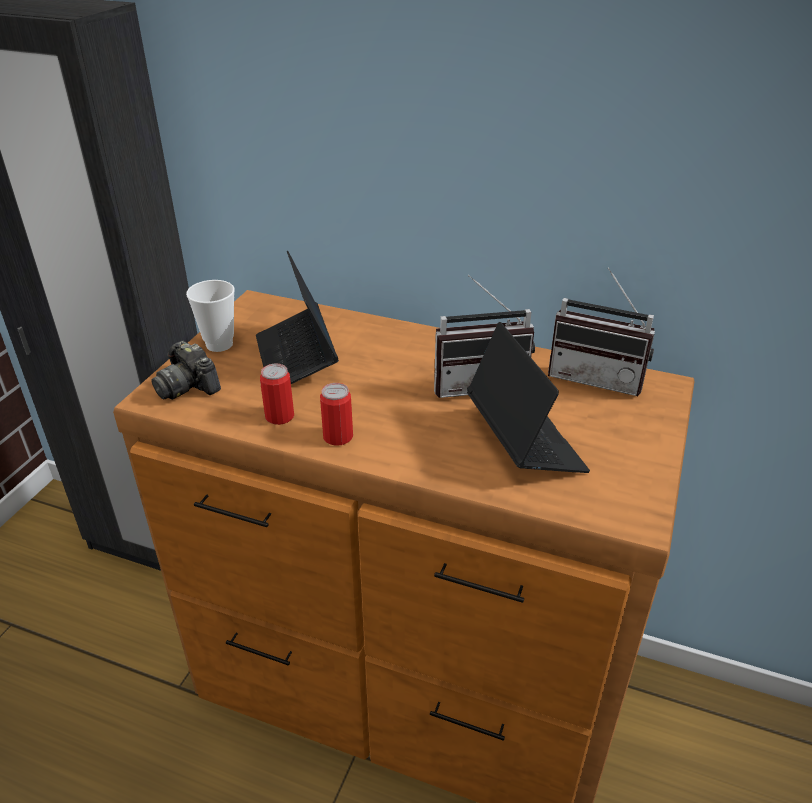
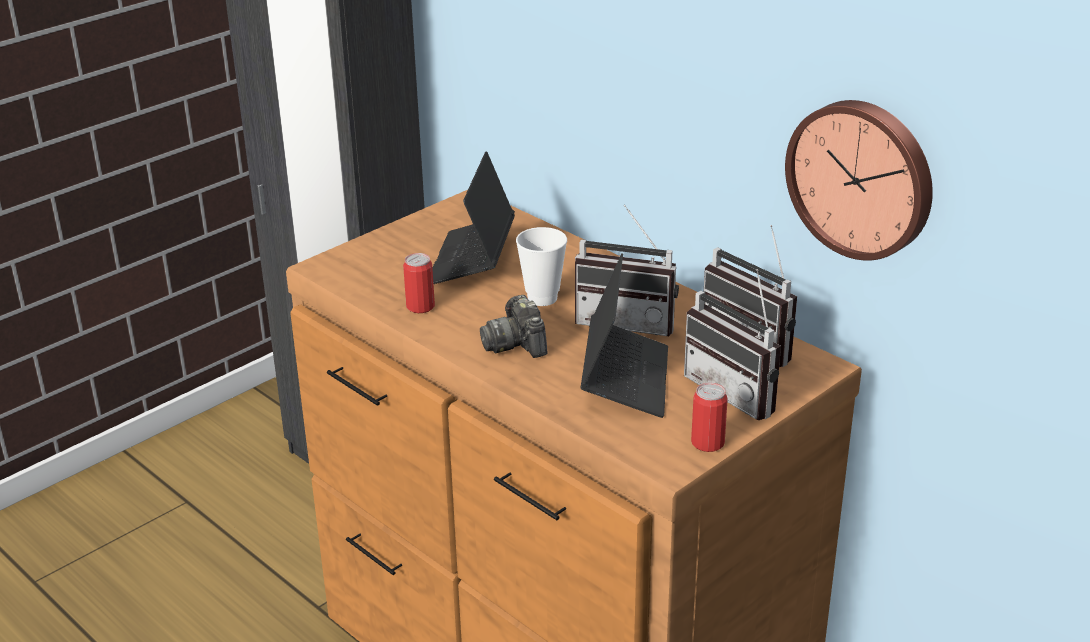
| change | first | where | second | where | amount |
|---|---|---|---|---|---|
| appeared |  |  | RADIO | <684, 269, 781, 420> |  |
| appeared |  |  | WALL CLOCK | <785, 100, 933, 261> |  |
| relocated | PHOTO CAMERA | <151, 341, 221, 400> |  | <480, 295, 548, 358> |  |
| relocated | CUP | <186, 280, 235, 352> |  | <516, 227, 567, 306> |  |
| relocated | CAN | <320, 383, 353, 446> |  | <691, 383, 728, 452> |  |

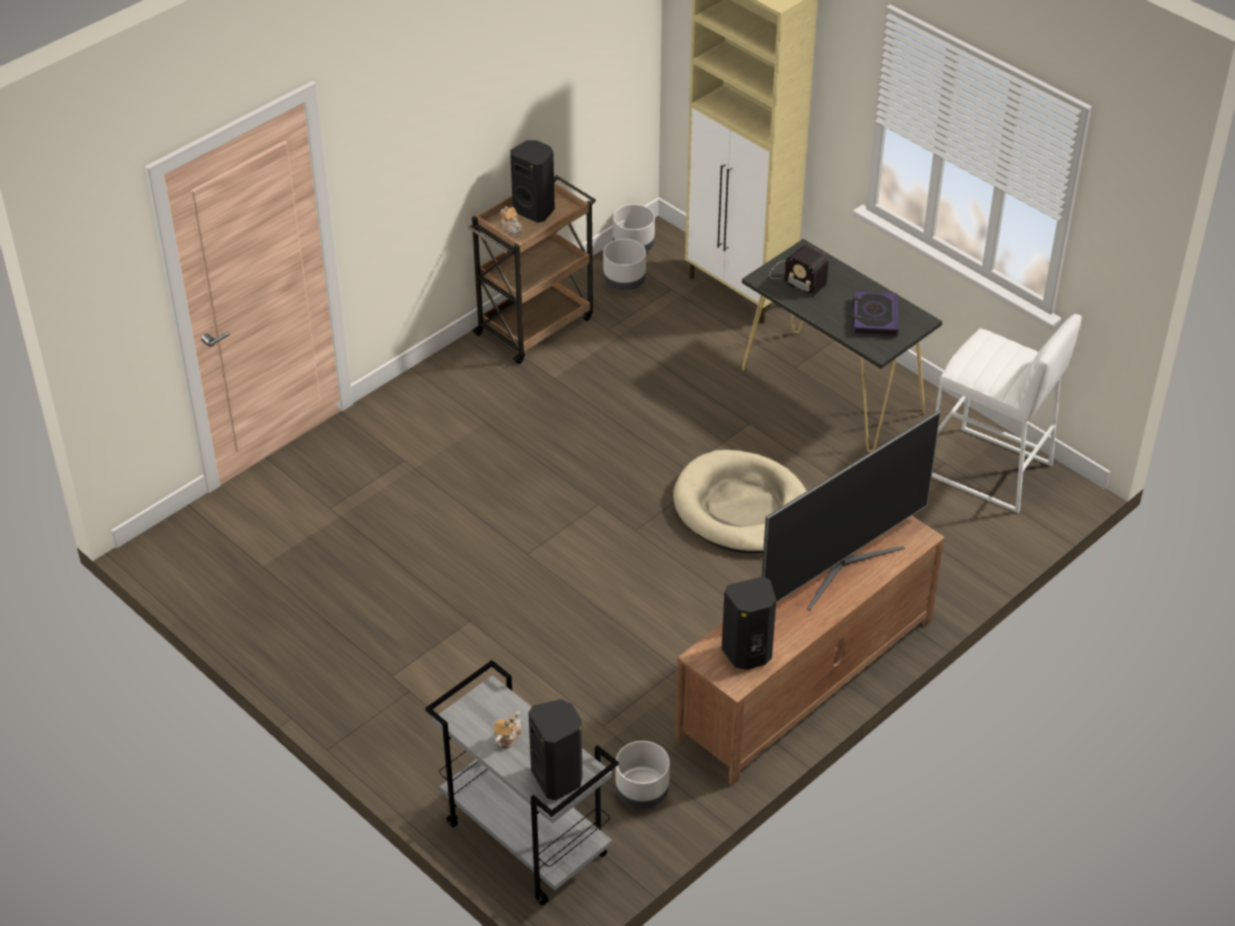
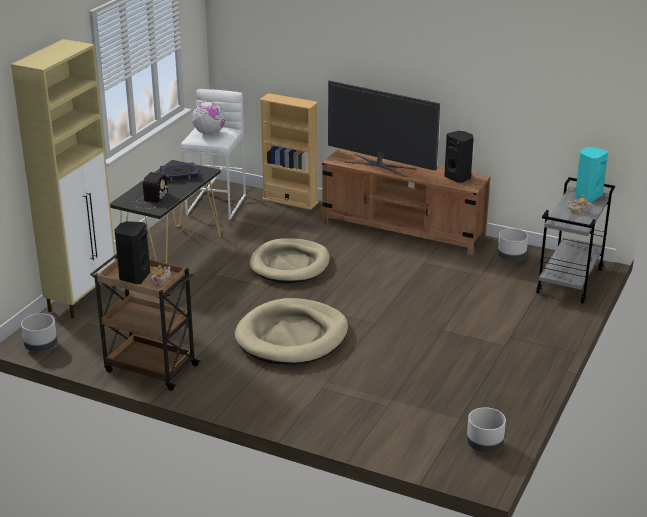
| change | first | where | second | where | amount |
|---|---|---|---|---|---|
| appeared |  |  | GLOBE | <192, 101, 225, 135> |  |
| appeared |  |  | BEIGE DOG BED | <235, 298, 348, 365> |  |
| appeared |  |  | BEIGE BOOKCASE | <259, 93, 319, 210> |  |
| relocated | GREY PLANTER | <603, 239, 646, 291> |  | <467, 407, 506, 453> |  |
| colour | BLACK SPEAKER | <528, 699, 582, 800> | TURQUOISE SPEAKER | <575, 147, 608, 202> |  |

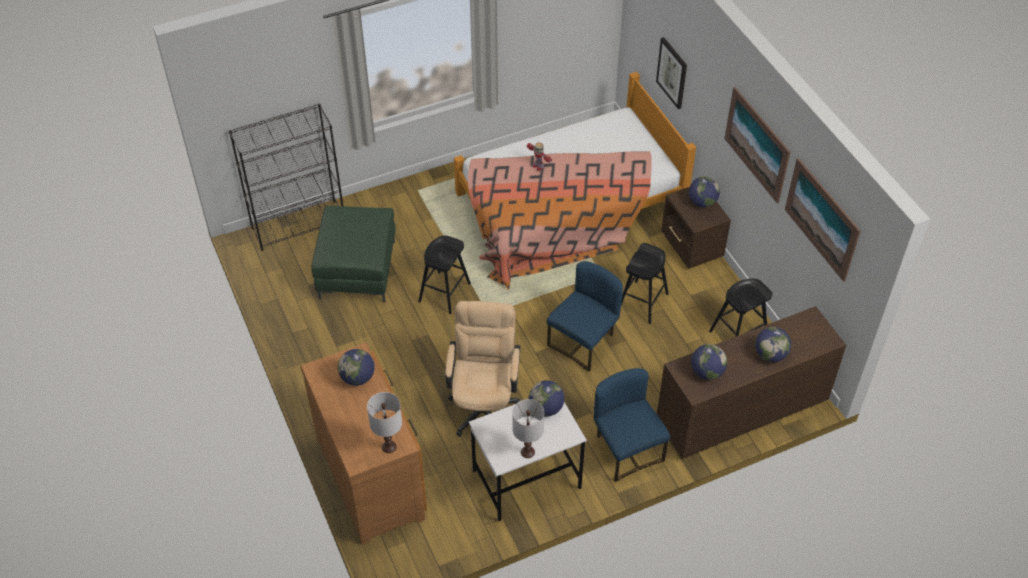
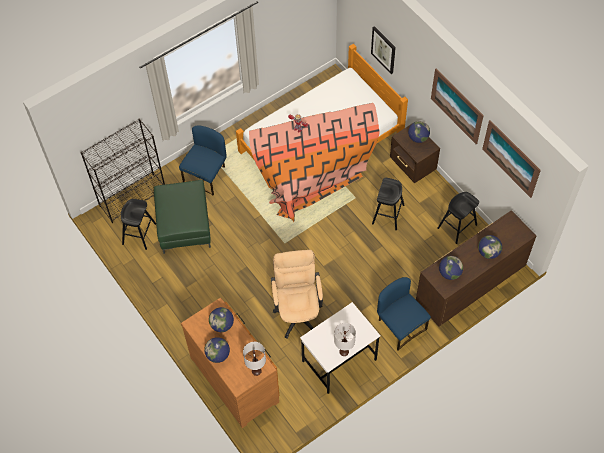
| change | first | where | second | where | amount |
|---|---|---|---|---|---|
| relocated | BLACK STOOL | <418, 235, 471, 314> |  | <121, 199, 156, 250> |  |
| relocated | GLOBE | <529, 380, 565, 416> |  | <204, 337, 230, 363> |  |
| relocated | BLUE CHAIR | <547, 261, 623, 372> |  | <179, 125, 227, 195> |  |

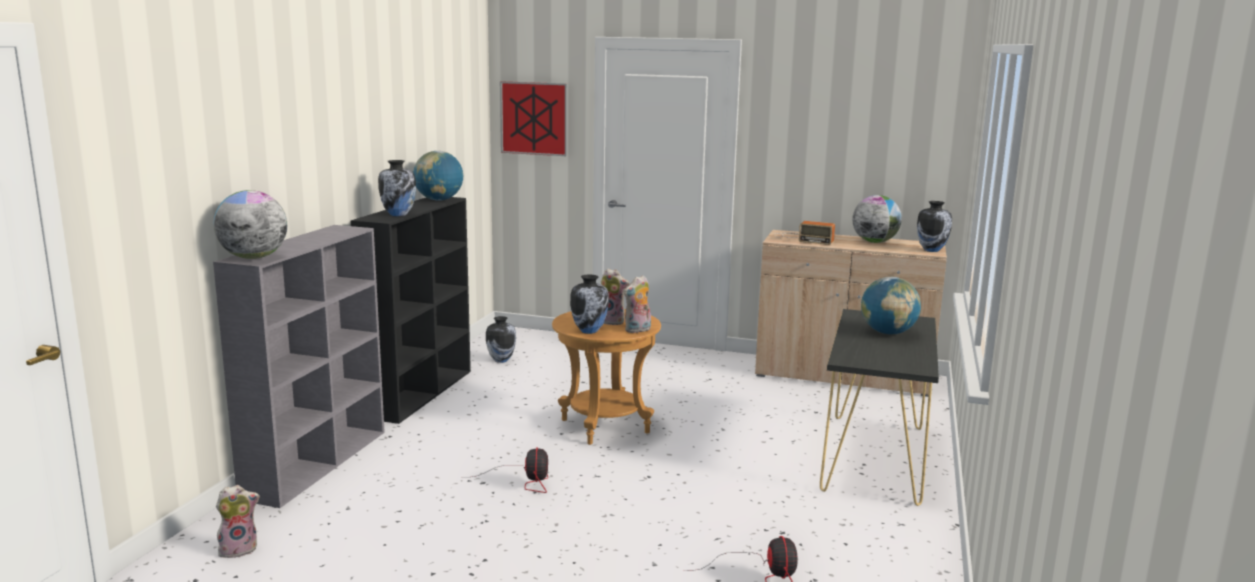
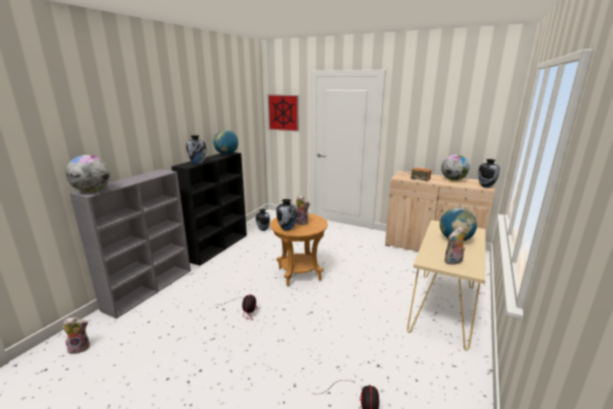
| change | first | where | second | where | amount |
|---|---|---|---|---|---|
| relocated | PLUSH TOY | <624, 275, 651, 333> |  | <444, 226, 465, 265> |  |
| colour | BLACK CONSOLE TABLE | <820, 309, 939, 506> | BEIGE CONSOLE TABLE | <407, 220, 486, 351> |  |

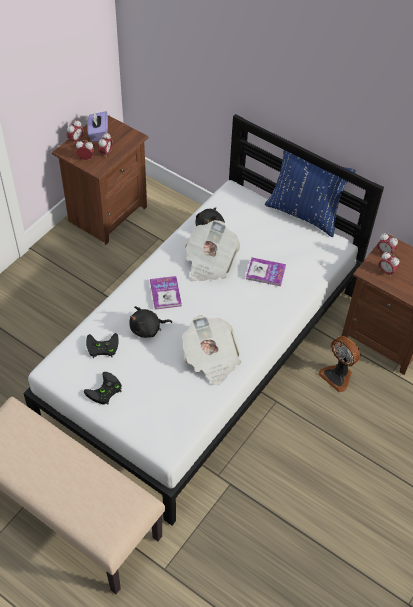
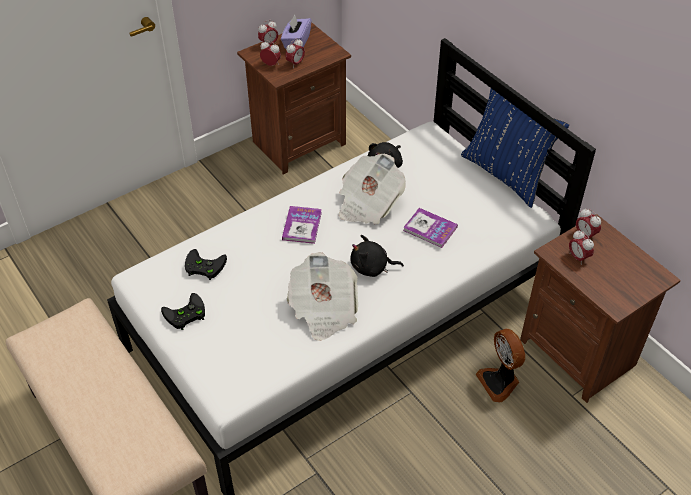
| change | first | where | second | where | amount |
|---|---|---|---|---|---|
| relocated | BLACK PLUSH TOY | <129, 306, 172, 338> |  | <350, 235, 404, 277> |  |

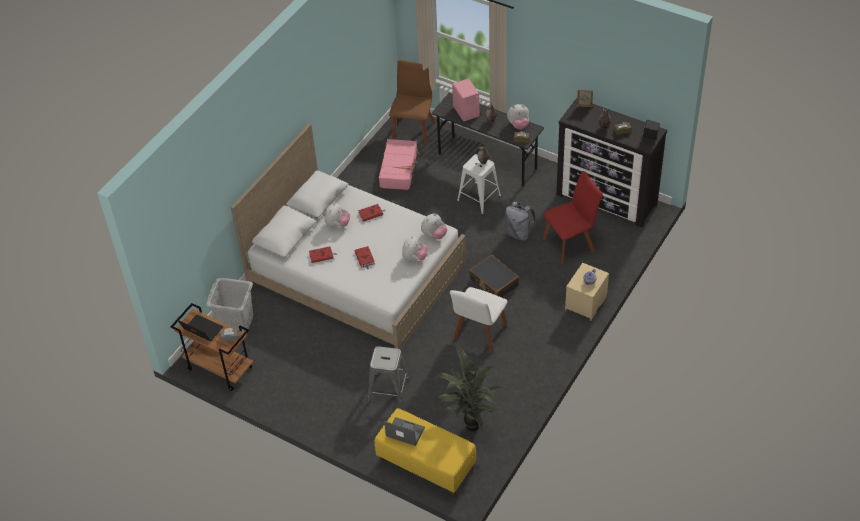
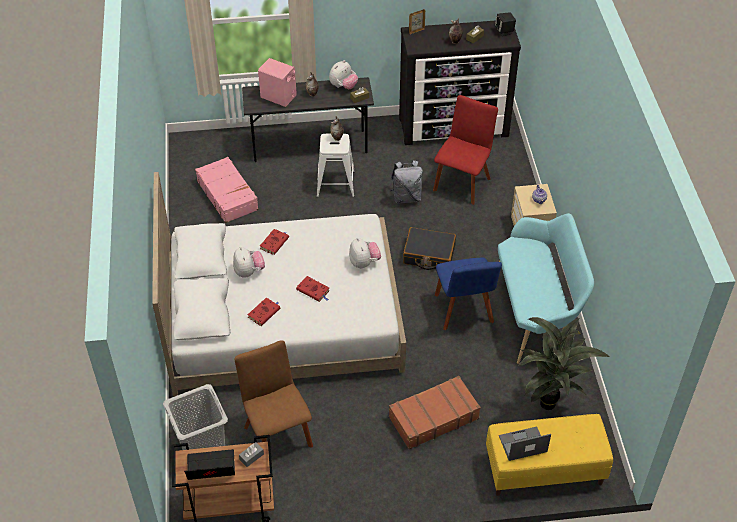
| change | first | where | second | where | amount |
|---|---|---|---|---|---|
| missing | PLUSH TOY | <421, 213, 447, 239> |  |  |  |
| appeared |  |  | TURQUOISE BENCH | <498, 213, 594, 364> |  |
| relocated | BROWN CHAIR | <389, 60, 435, 145> |  | <234, 340, 313, 448> |  |
| exchanged | GREY STOOL | <368, 346, 410, 407> | BROWN SUITCASE | <389, 376, 481, 449> |  |
| colour | WHITE CHAIR | <450, 287, 507, 353> | BLUE CHAIR | <435, 257, 502, 330> |  |

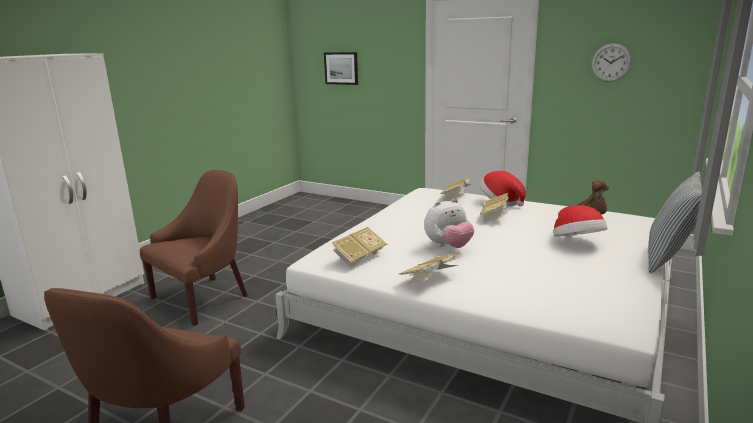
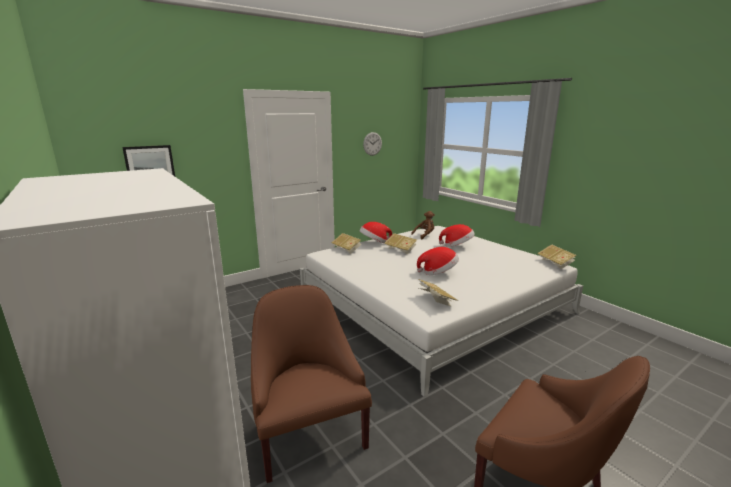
| change | first | where | second | where | amount |
|---|---|---|---|---|---|
| missing | PILLOW | <648, 172, 703, 274> |  |  |  |
| relocated | BOOK | <399, 252, 459, 284> |  | <537, 244, 576, 269> |  |
| exchanged | PLUSH TOY | <424, 198, 474, 248> | HAT | <417, 247, 459, 275> |  |

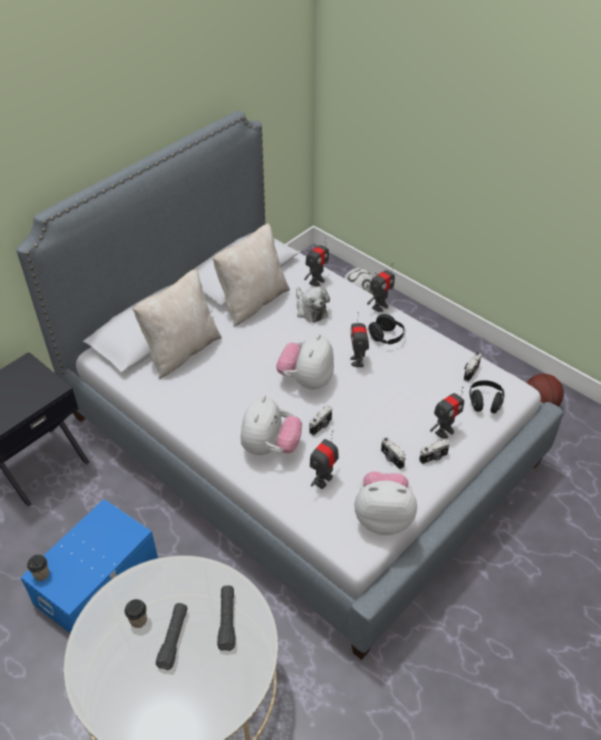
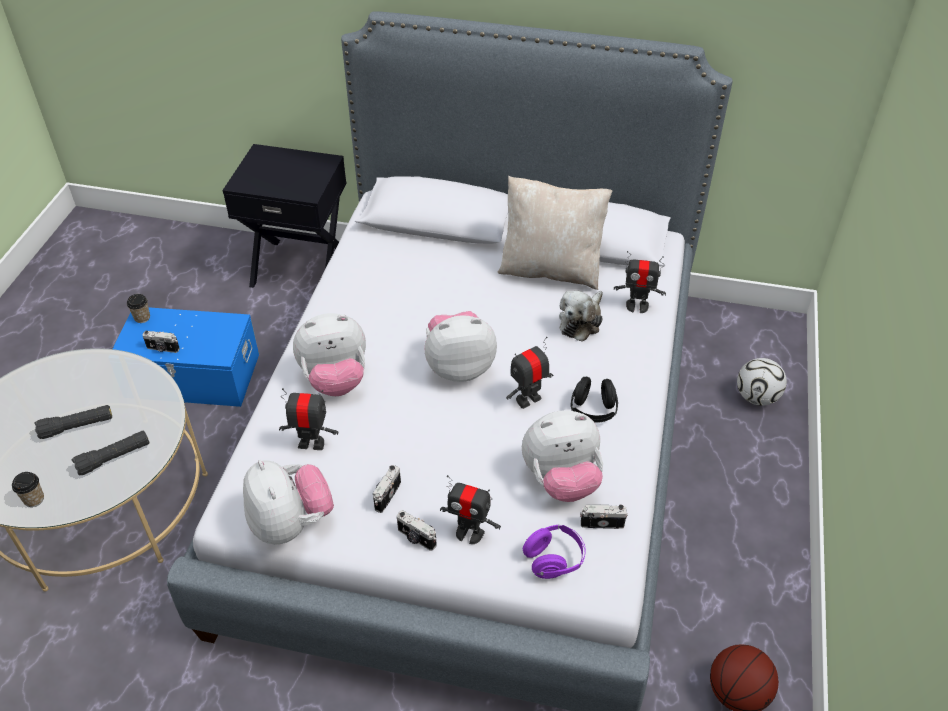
| change | first | where | second | where | amount |
|---|---|---|---|---|---|
| missing | BEIGE PILLOW | <132, 269, 222, 379> |  |  |  |
| missing | TOY ROBOT | <367, 263, 395, 312> |  |  |  |
| appeared |  |  | PLUSH TOY | <522, 410, 603, 502> |  |
| relocated | CUP | <124, 599, 147, 628> |  | <12, 472, 44, 507> |  |
| relocated | PHOTO CAMERA | <309, 406, 332, 436> |  | <142, 331, 180, 353> |  |
| colour | BLACK HEADPHONES | <470, 380, 504, 414> | PURPLE HEADPHONES | <523, 524, 586, 579> |  |

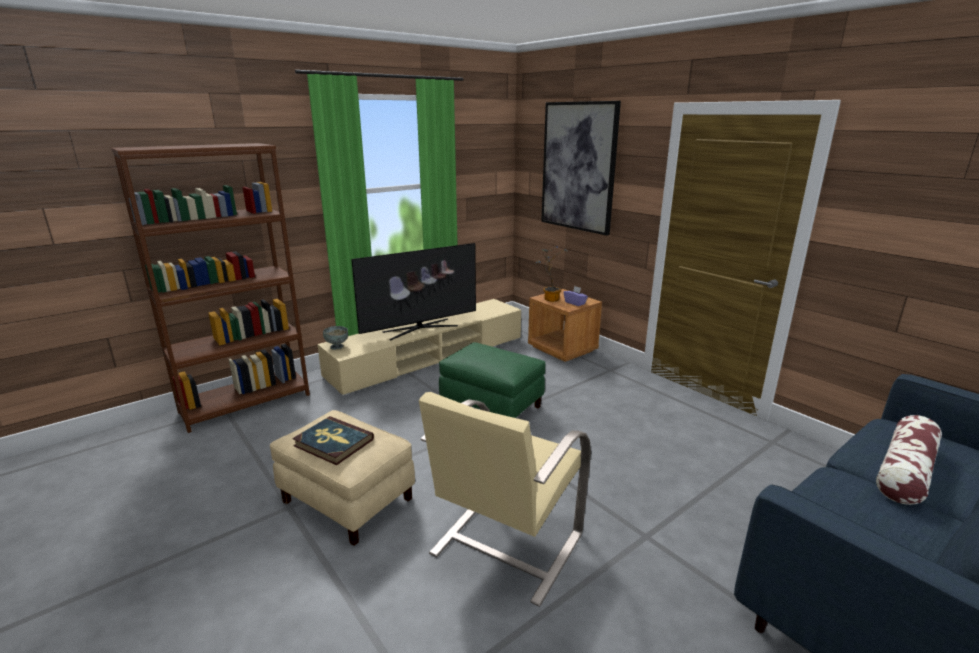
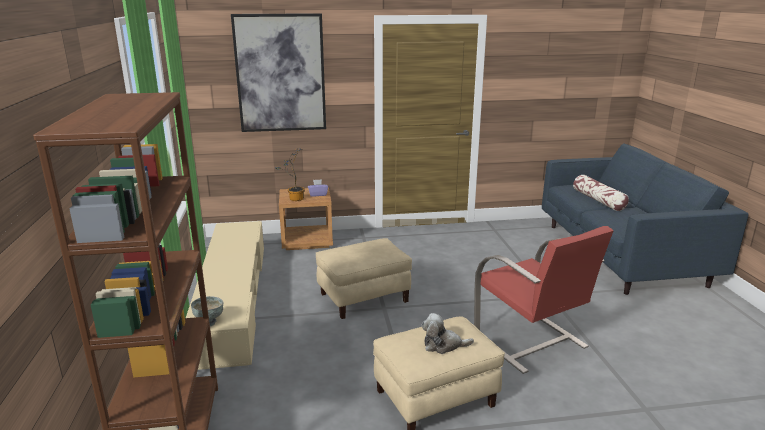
| change | first | where | second | where | amount |
|---|---|---|---|---|---|
| missing | TELEVISION | <351, 243, 476, 340> |  |  |  |
| exchanged | BOOK | <292, 416, 374, 465> | PLUSH TOY | <422, 313, 474, 354> |  |
| colour | BEIGE ARMCHAIR | <419, 392, 591, 607> | RED ARMCHAIR | <474, 226, 613, 374> |  |
| colour | GREEN OTTOMAN | <439, 342, 545, 418> | BEIGE OTTOMAN | <316, 238, 412, 319> |  |

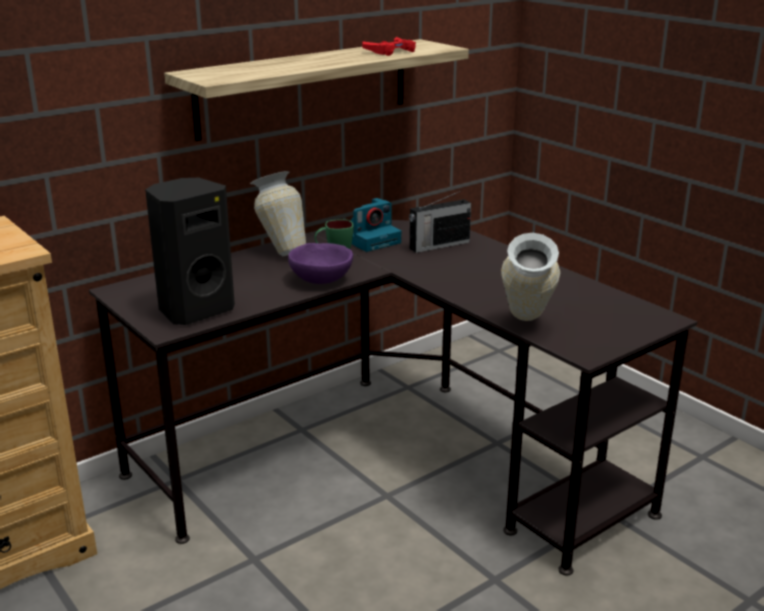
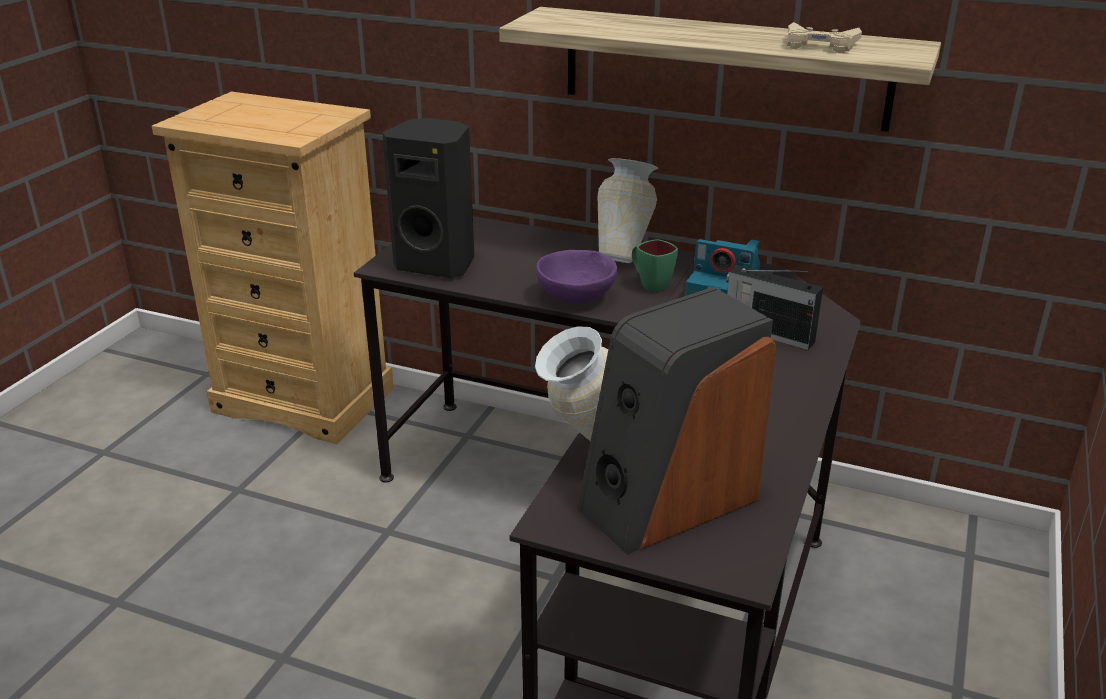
| change | first | where | second | where | amount |
|---|---|---|---|---|---|
| appeared |  |  | SPEAKER | <577, 287, 777, 555> |  |
| colour | RED GAME CONTROLLER | <362, 37, 416, 56> | BEIGE GAME CONTROLLER | <787, 22, 862, 53> |  |

